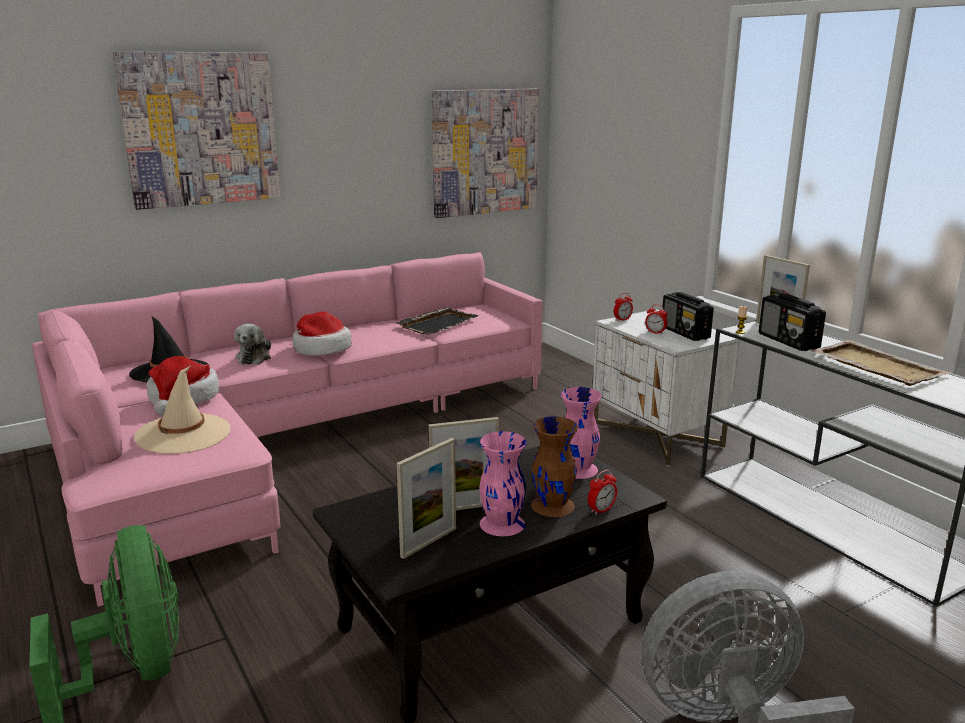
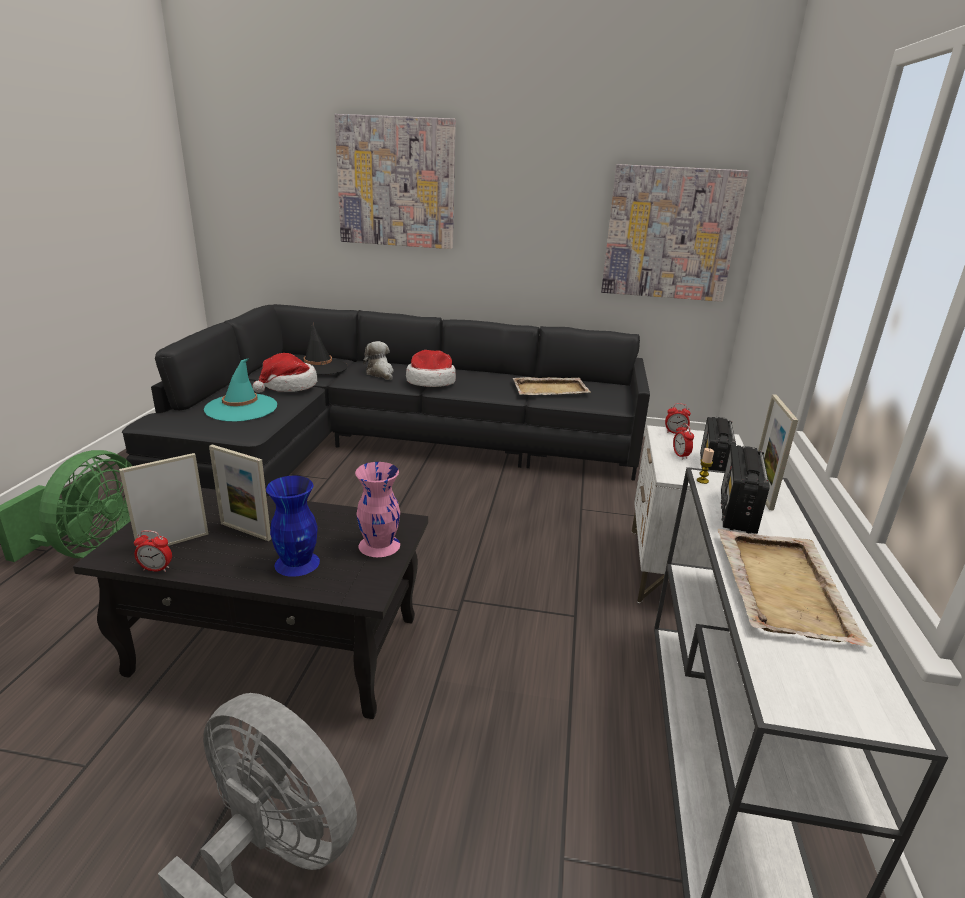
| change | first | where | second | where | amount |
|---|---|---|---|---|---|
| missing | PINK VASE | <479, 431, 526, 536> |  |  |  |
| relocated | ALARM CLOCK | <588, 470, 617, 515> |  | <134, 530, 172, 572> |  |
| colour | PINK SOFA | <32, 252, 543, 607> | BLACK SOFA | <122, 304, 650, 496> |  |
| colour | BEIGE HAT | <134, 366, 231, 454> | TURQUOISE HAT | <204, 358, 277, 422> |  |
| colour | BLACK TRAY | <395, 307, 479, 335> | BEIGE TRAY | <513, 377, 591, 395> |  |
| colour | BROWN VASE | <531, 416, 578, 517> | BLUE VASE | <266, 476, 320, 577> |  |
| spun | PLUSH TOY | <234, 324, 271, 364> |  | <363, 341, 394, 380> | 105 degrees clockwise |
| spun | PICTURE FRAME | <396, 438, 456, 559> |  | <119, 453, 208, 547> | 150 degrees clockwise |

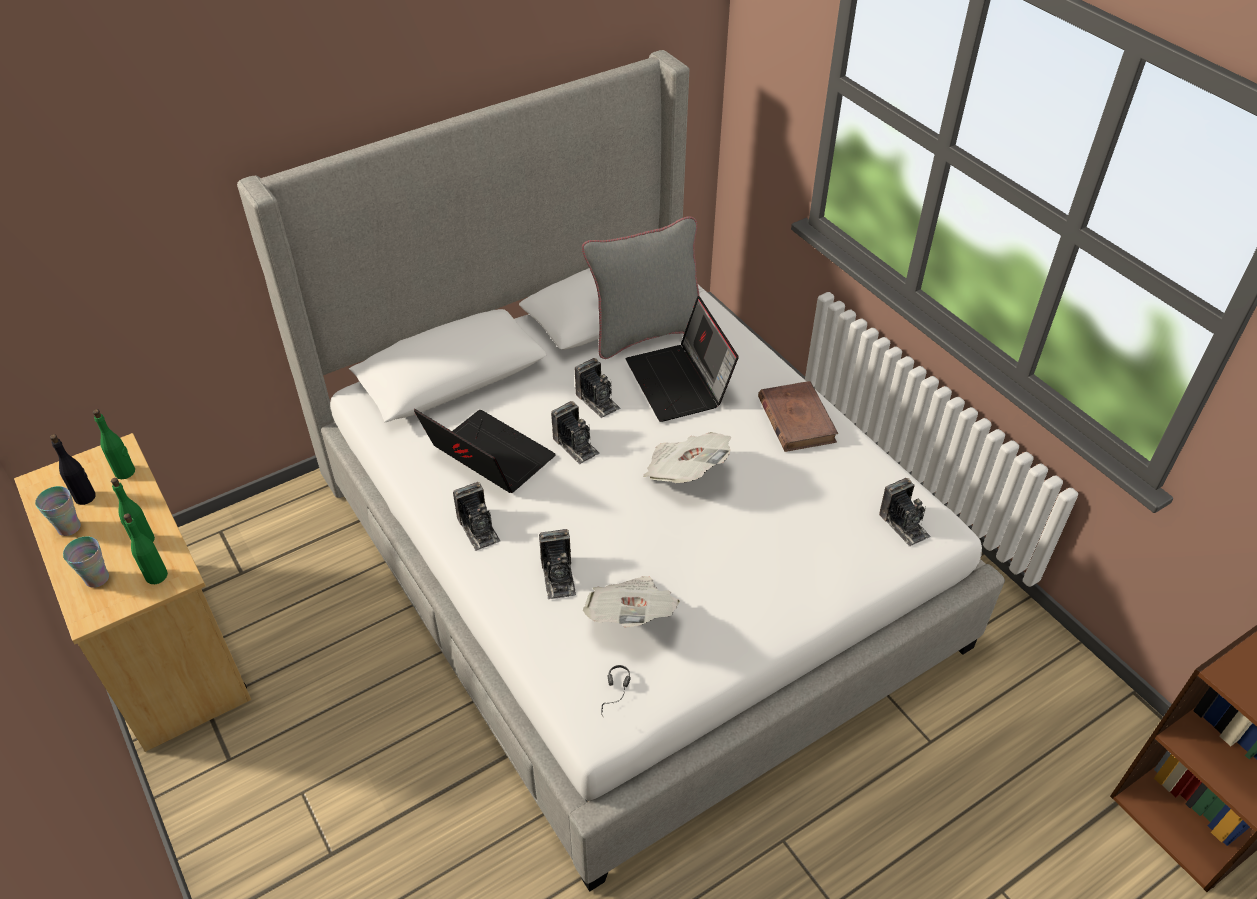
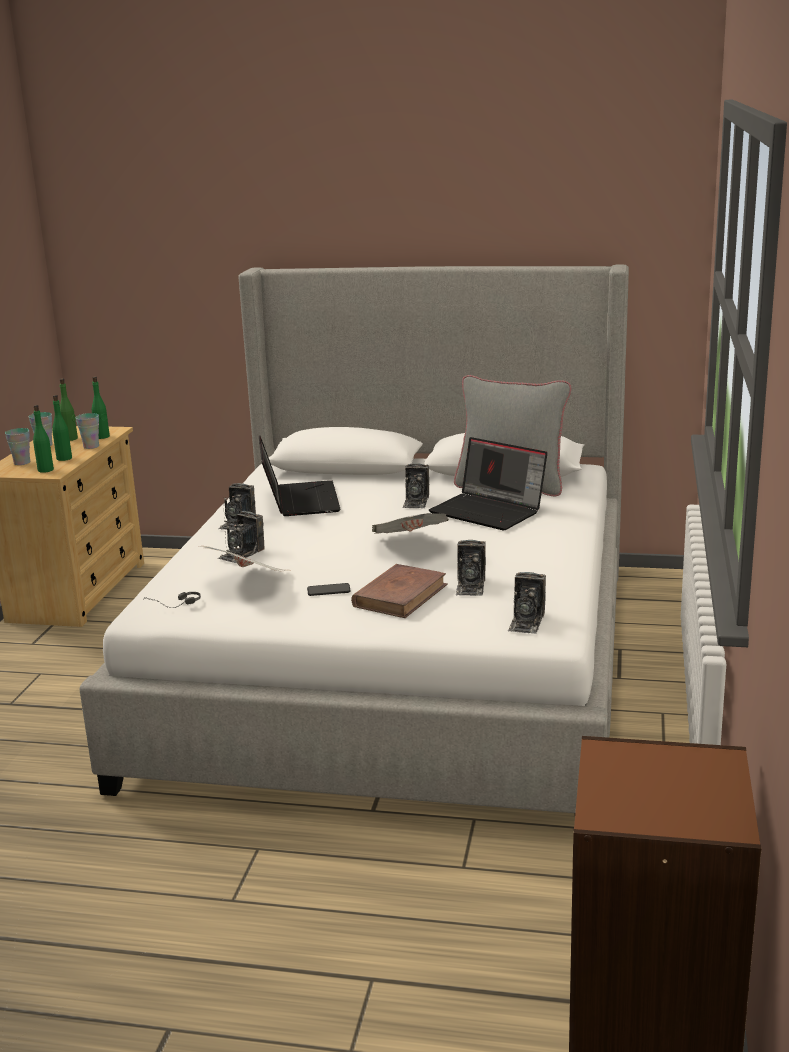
| change | first | where | second | where | amount |
|---|---|---|---|---|---|
| appeared |  |  | CUP | <76, 413, 99, 449> |  |
| appeared |  |  | PHONE | <307, 583, 351, 596> |  |
| relocated | PHOTO CAMERA | <551, 401, 599, 464> |  | <456, 540, 486, 596> |  |
| relocated | BROWN BOOK | <758, 381, 838, 452> |  | <351, 564, 448, 618> |  |
| colour | BLACK BOTTLE | <50, 434, 96, 505> | GREEN BOTTLE | <60, 378, 78, 441> |  |
| spun | LAPTOP | <626, 296, 739, 422> |  | <429, 437, 547, 531> | 75 degrees counterclockwise |

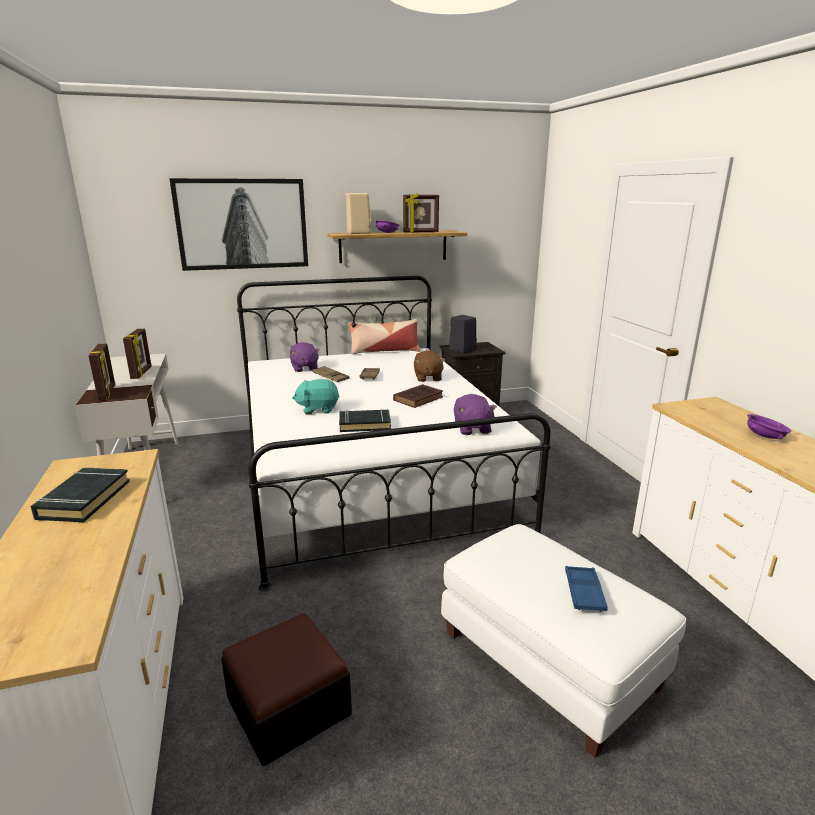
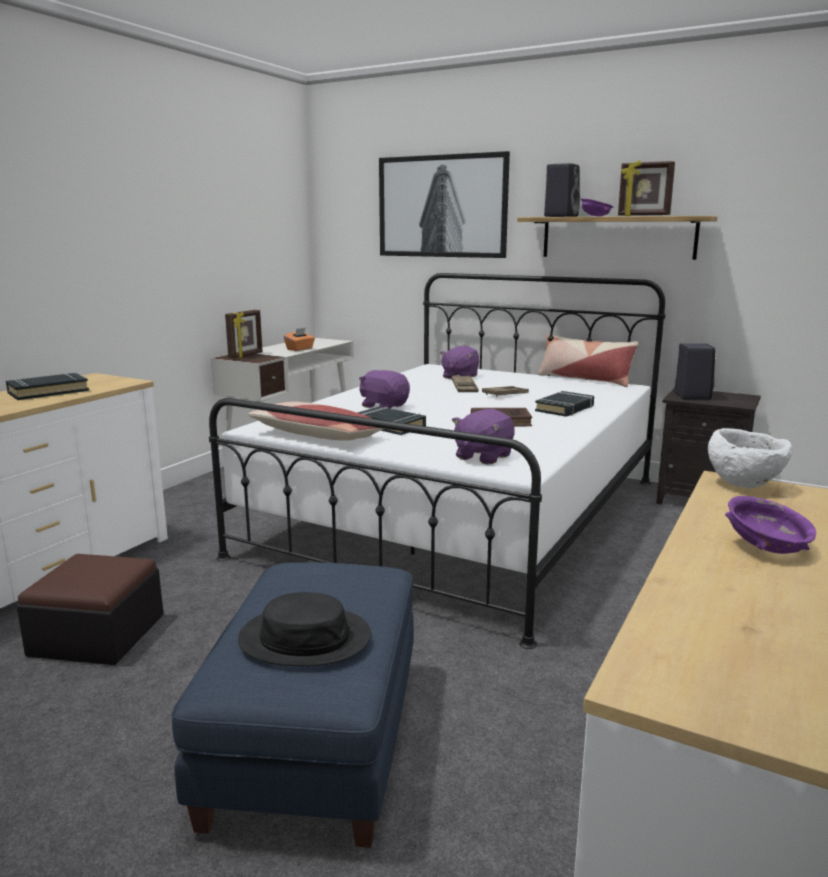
| change | first | where | second | where | amount |
|---|---|---|---|---|---|
| appeared |  |  | PILLOW | <248, 402, 384, 441> |  |
| appeared |  |  | WHITE BOWL | <708, 428, 792, 488> |  |
| exchanged | PICTURE FRAME | <123, 329, 151, 379> | ORANGE TISSUE BOX | <284, 328, 315, 351> |  |
| exchanged | BROWN PLUSH TOY | <414, 350, 445, 382> | BLACK BOOK | <535, 391, 594, 417> |  |
| exchanged | BLUE TRAY | <565, 566, 608, 612> | BLACK HAT | <238, 592, 371, 666> |  |
| colour | TURQUOISE PLUSH TOY | <292, 379, 340, 414> | PURPLE PLUSH TOY | <359, 370, 410, 409> |  |
| colour | BEIGE SPEAKER | <345, 193, 371, 234> | BLACK SPEAKER | <544, 163, 580, 217> |  |
| colour | WHITE OTTOMAN | <441, 524, 686, 757> | BLUE OTTOMAN | <171, 562, 414, 848> |  |

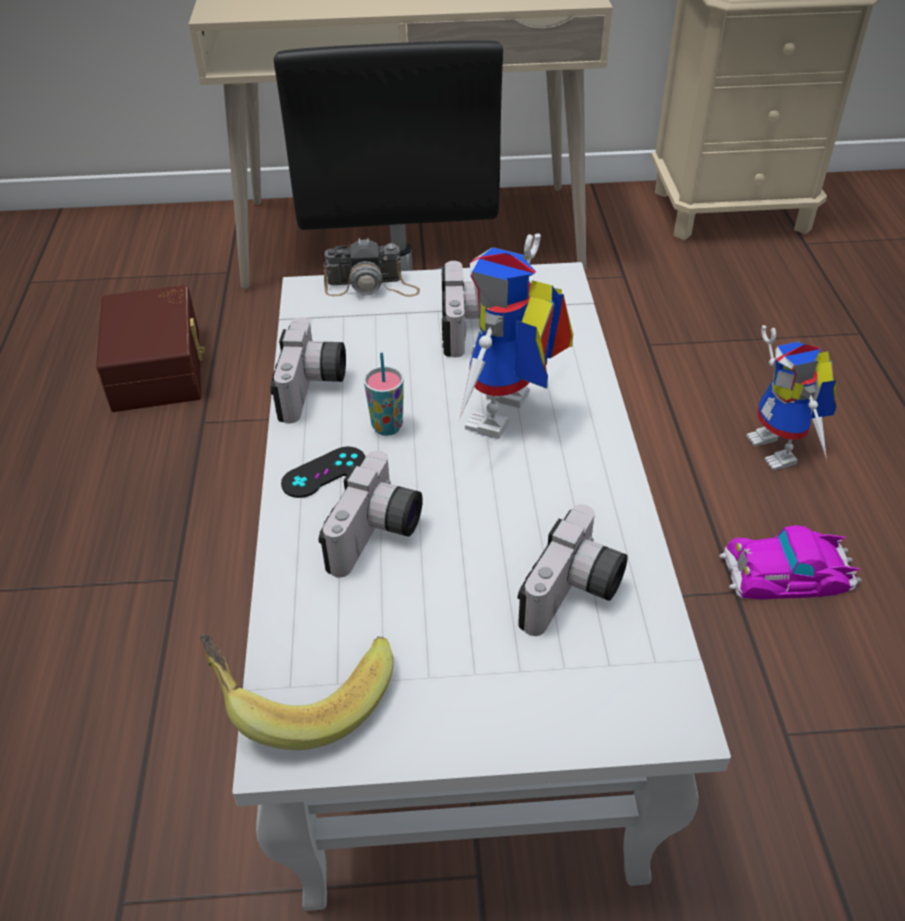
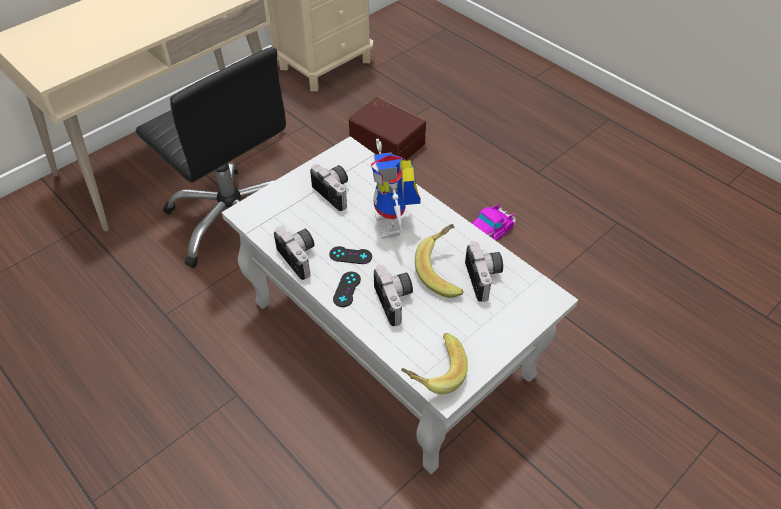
| change | first | where | second | where | amount |
|---|---|---|---|---|---|
| missing | PHOTO CAMERA | <323, 238, 420, 297> |  |  |  |
| missing | TOY ROBOT | <746, 325, 837, 471> |  |  |  |
| appeared |  |  | BANANA | <415, 224, 464, 298> |  |
| relocated | BROWN STORAGE BOX | <96, 285, 205, 412> |  | <348, 97, 426, 160> |  |
| exchanged | CUP | <364, 352, 404, 436> | BLACK GAME CONTROLLER | <329, 246, 372, 264> |  |

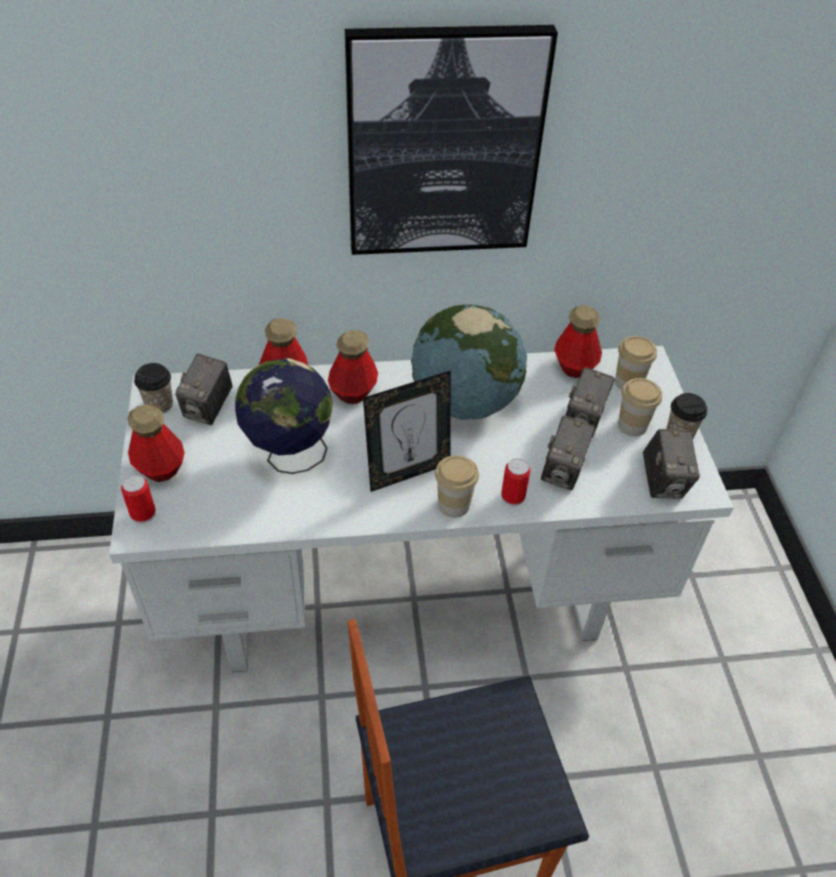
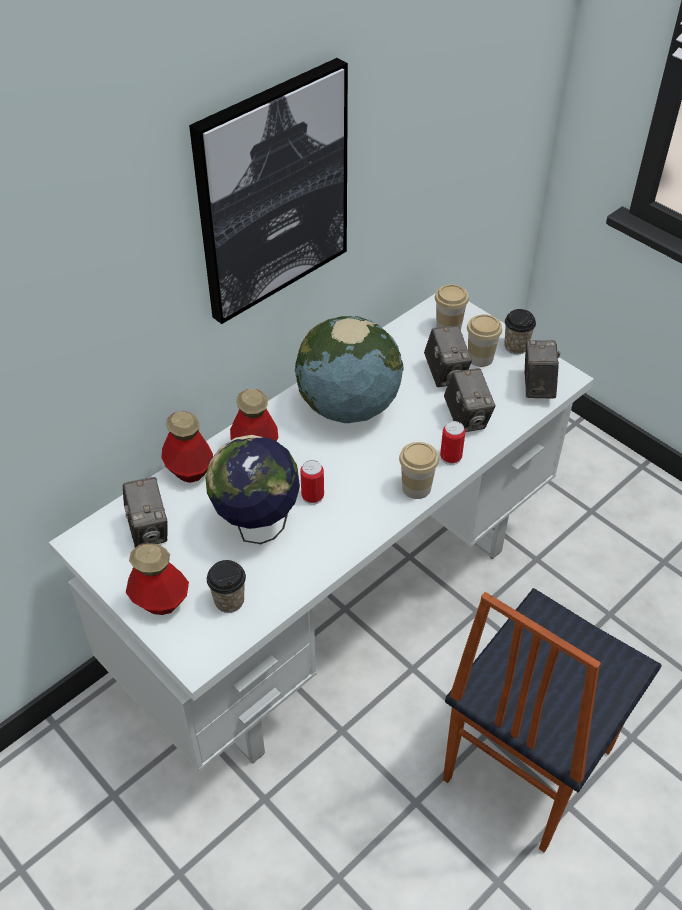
| change | first | where | second | where | amount |
|---|---|---|---|---|---|
| missing | PICTURE FRAME | <363, 370, 451, 492> |  |  |  |
| missing | BOTTLE | <554, 305, 602, 378> |  |  |  |
| relocated | CAN | <121, 475, 156, 524> |  | <300, 460, 324, 505> |  |
| relocated | CUP | <134, 363, 173, 413> |  | <207, 560, 246, 613> |  |
| spun | PHOTO CAMERA | <643, 429, 700, 499> |  | <525, 340, 560, 399> | 135 degrees counterclockwise |

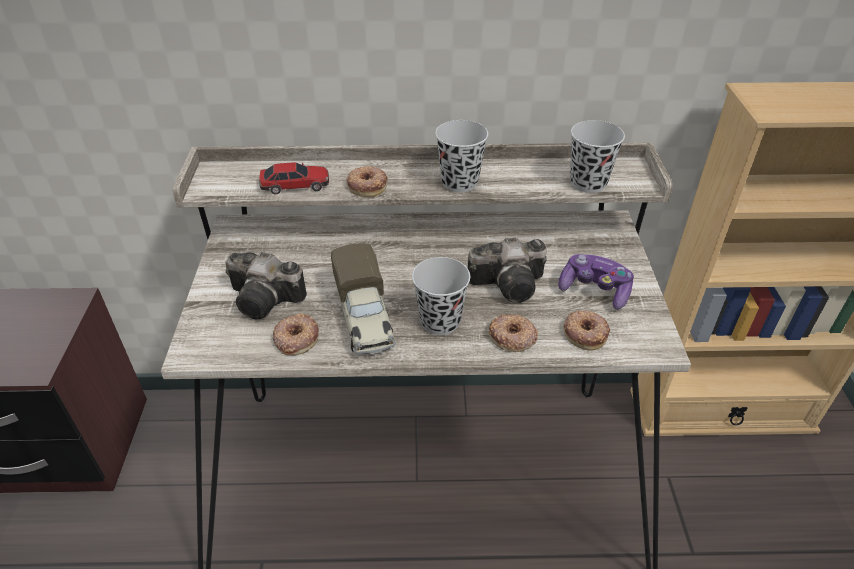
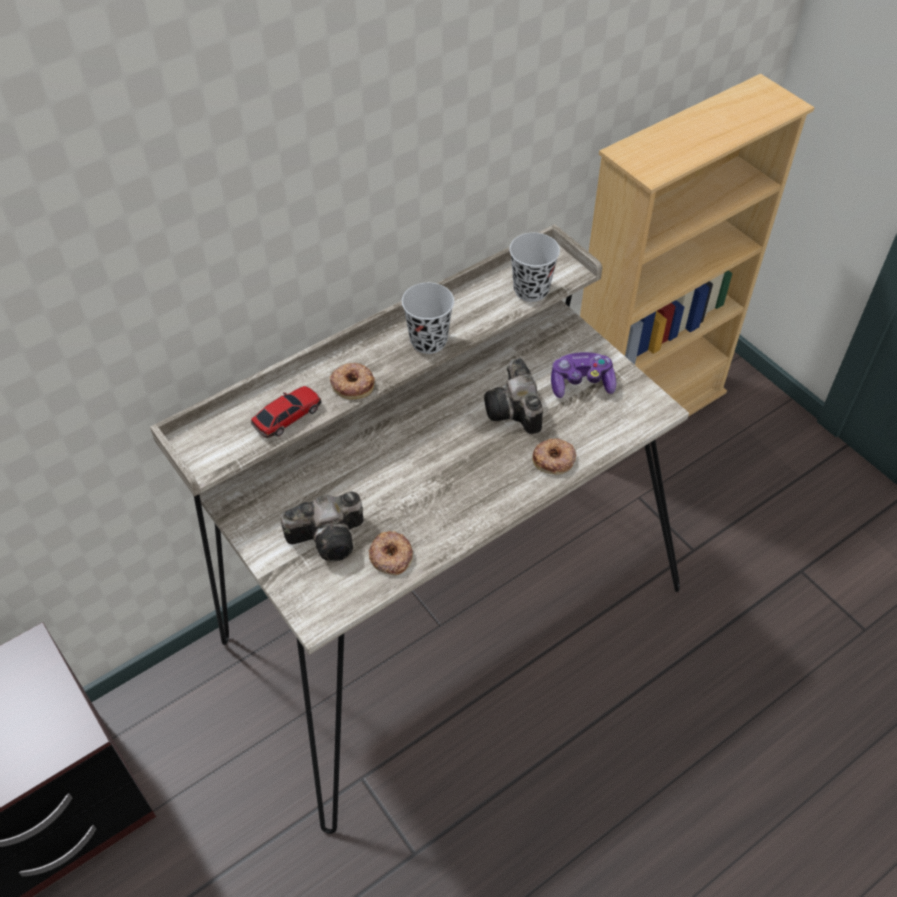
| change | first | where | second | where | amount |
|---|---|---|---|---|---|
| missing | TOY TRUCK | <331, 243, 396, 354> |  |  |  |
| missing | BLACK CUP | <412, 257, 470, 335> |  |  |  |
| missing | DONUT | <563, 310, 610, 351> |  |  |  |
| spun | PHOTO CAMERA | <468, 238, 547, 303> |  | <484, 358, 543, 434> | 120 degrees clockwise |

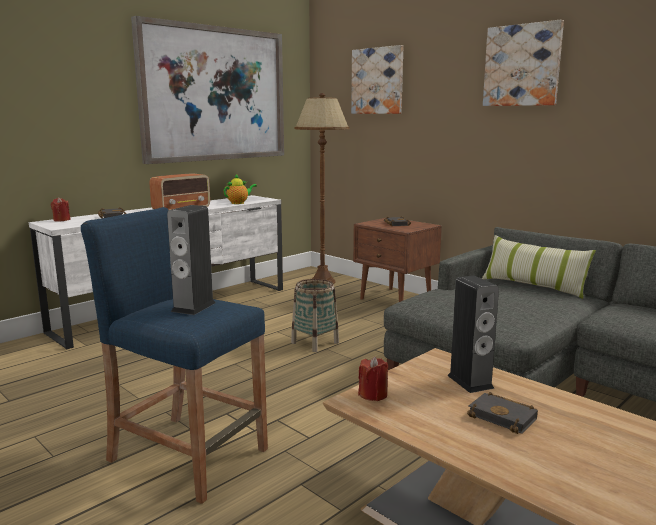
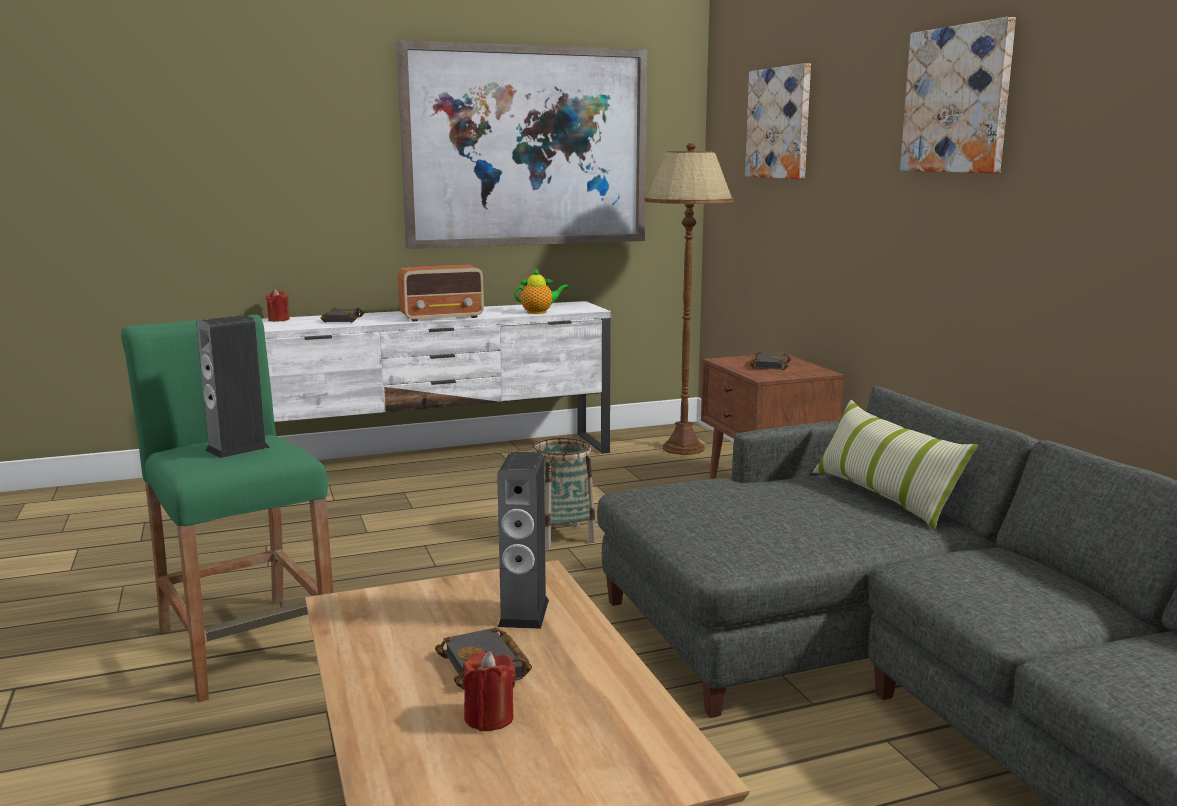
| change | first | where | second | where | amount |
|---|---|---|---|---|---|
| relocated | RED CANDLE | <358, 357, 388, 401> |  | <463, 651, 516, 732> |  |
| colour | BLUE STOOL | <81, 207, 268, 504> | GREEN STOOL | <121, 314, 333, 702> |  |

